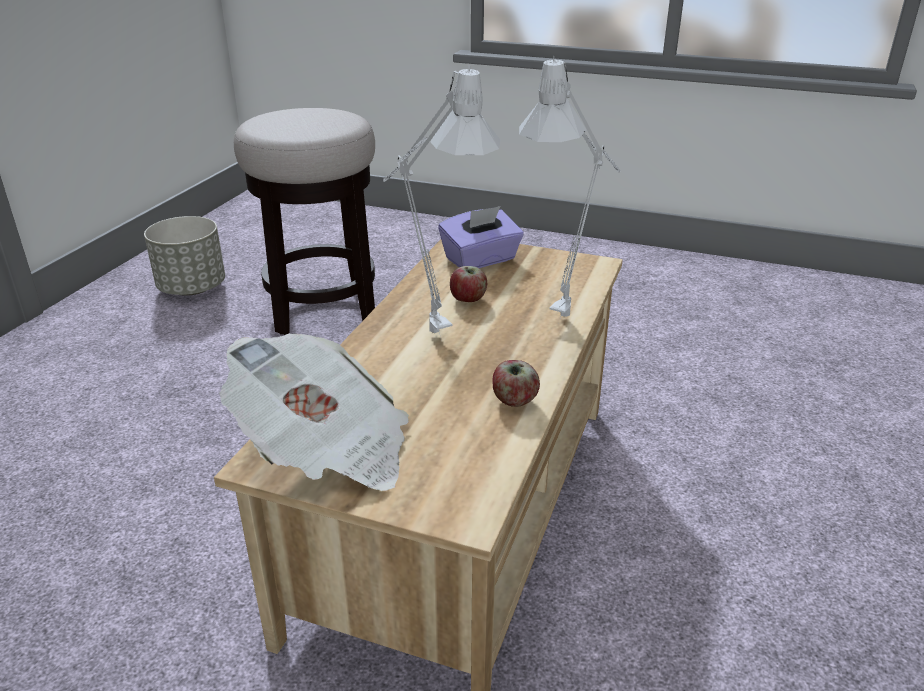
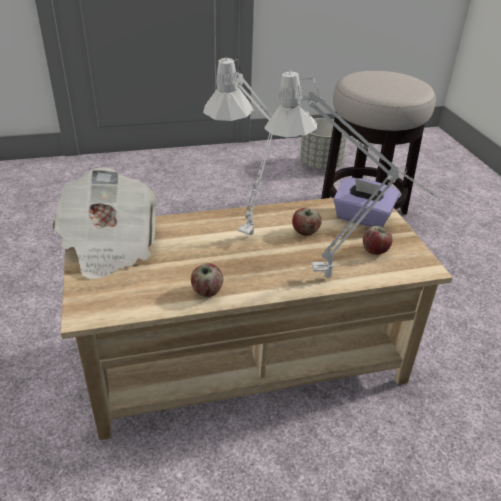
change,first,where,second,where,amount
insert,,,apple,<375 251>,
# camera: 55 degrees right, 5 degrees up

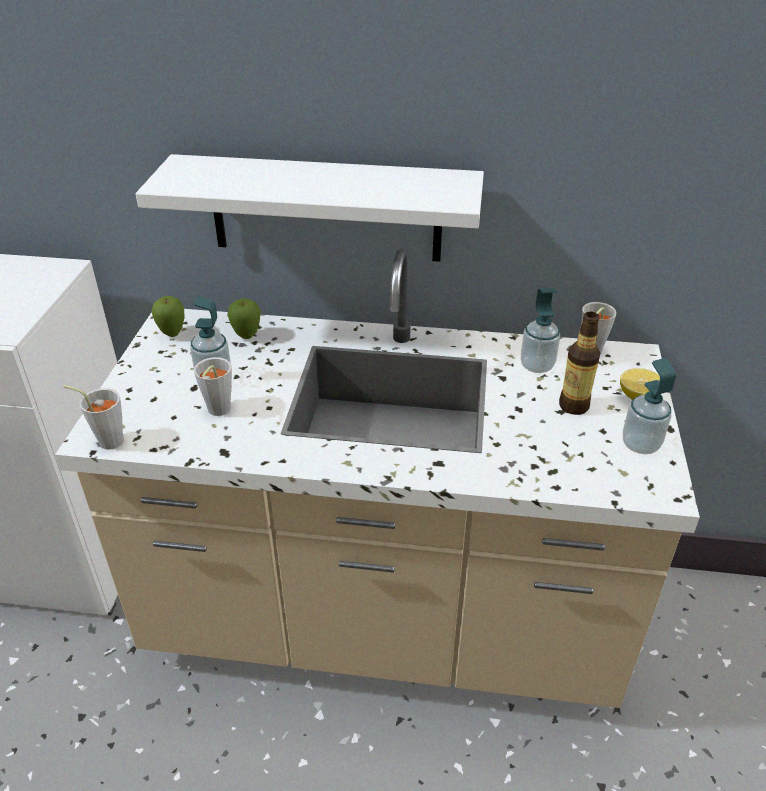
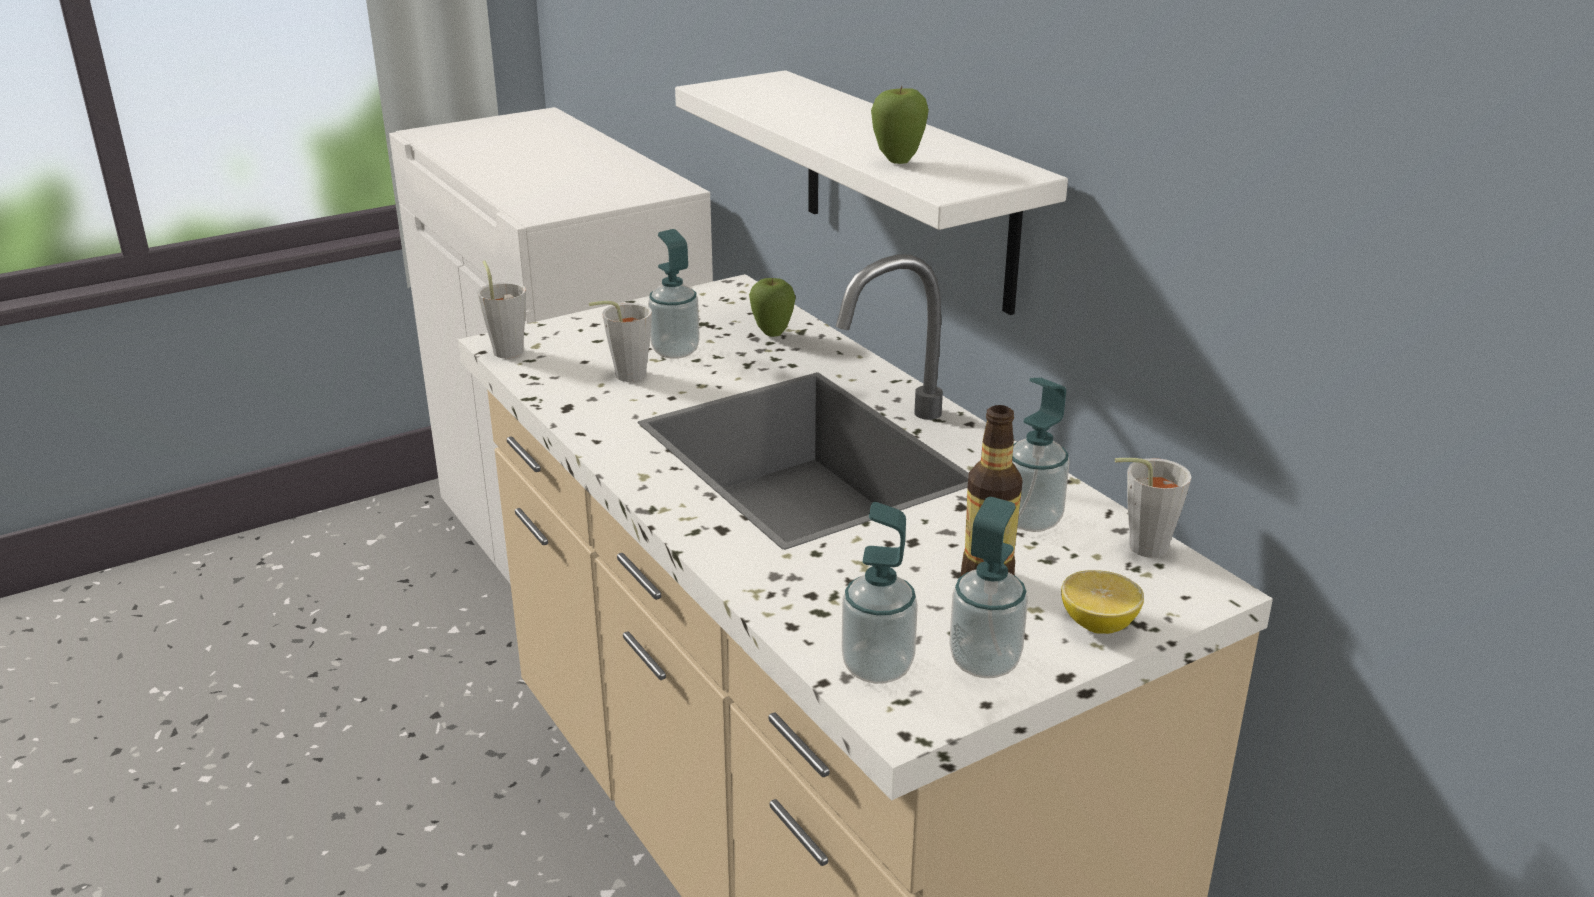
change,first,where,second,where,amount
move,apple,<172 334>,,<898 161>,
insert,,,soap dispenser,<877 668>,
# camera: 50 degrees right, 10 degrees down

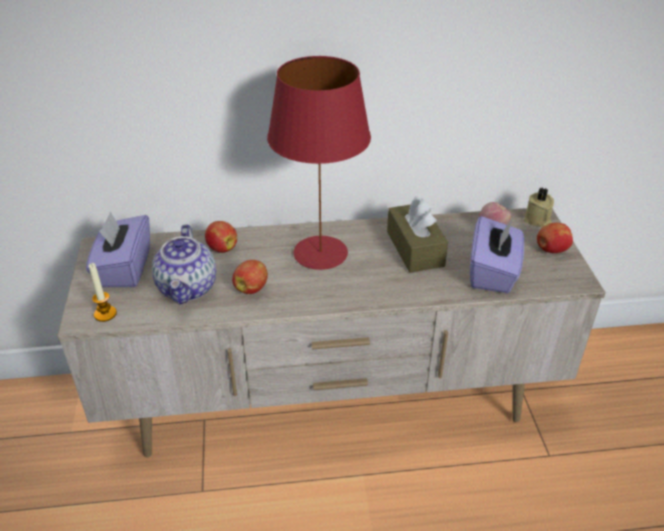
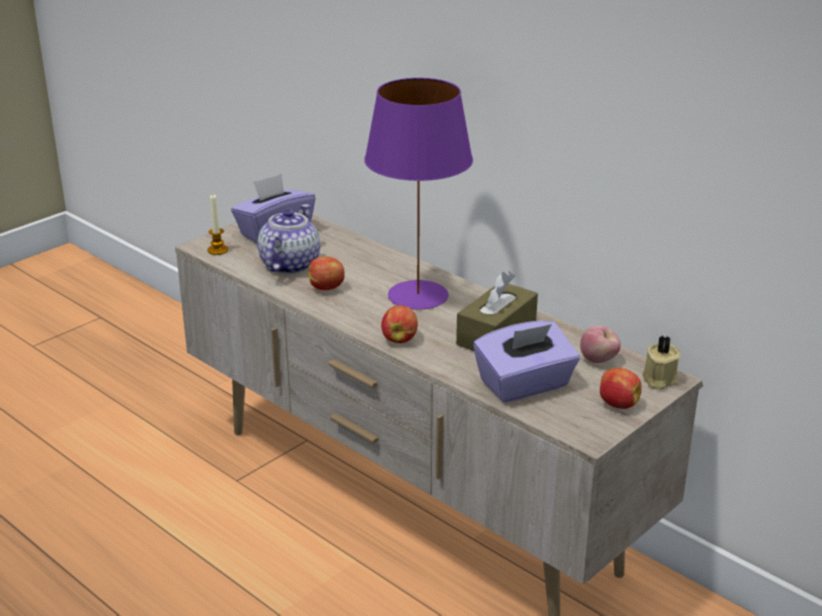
change,first,where,second,where,amount
rotate,teapot,<188 288>,,<289 264>,150 degrees clockwise
move,apple,<222 248>,,<399 339>,
recolor,table lamp (red),<321 252>,table lamp (purple),<419 295>,
# camera: 50 degrees right, 10 degrees down

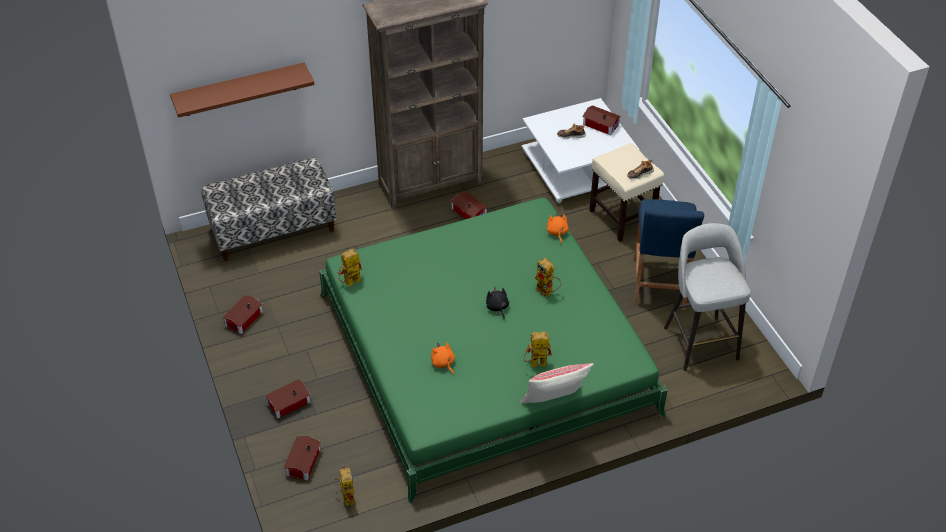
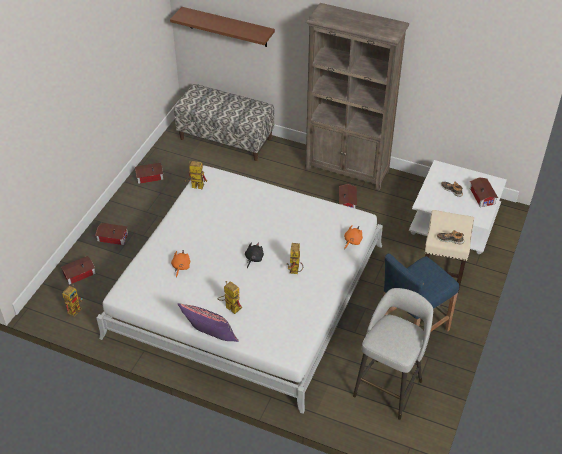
change,first,where,second,where,amount
recolor,bed (green),<485 352>,bed (white),<247 290>,
recolor,pillow (beige),<554 402>,pillow (purple),<210 338>,
# camera: 45 degrees right, 0 degrees up

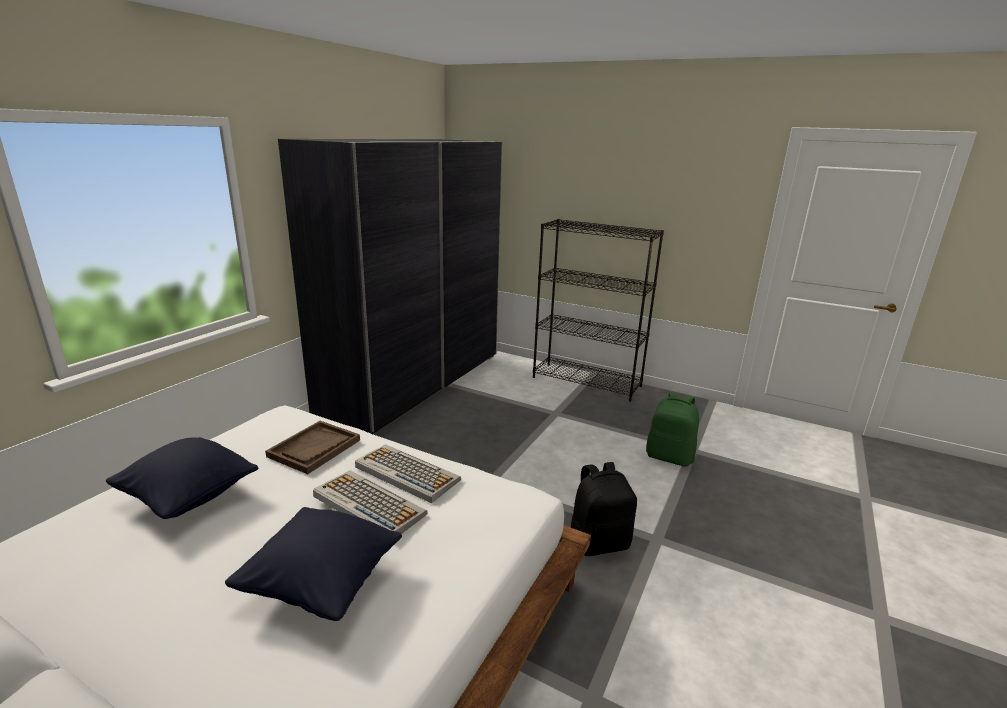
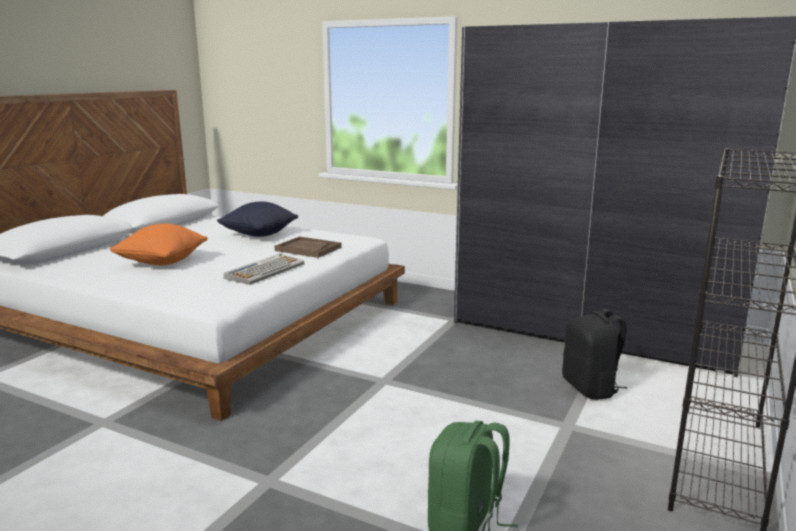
change,first,where,second,where,amount
recolor,pillow (black),<322 584>,pillow (orange),<162 262>,
delete,keyboard,<367 505>,,,
move,backpack (black),<599 542>,,<591 388>,
# camera: 90 degrees right, 5 degrees down

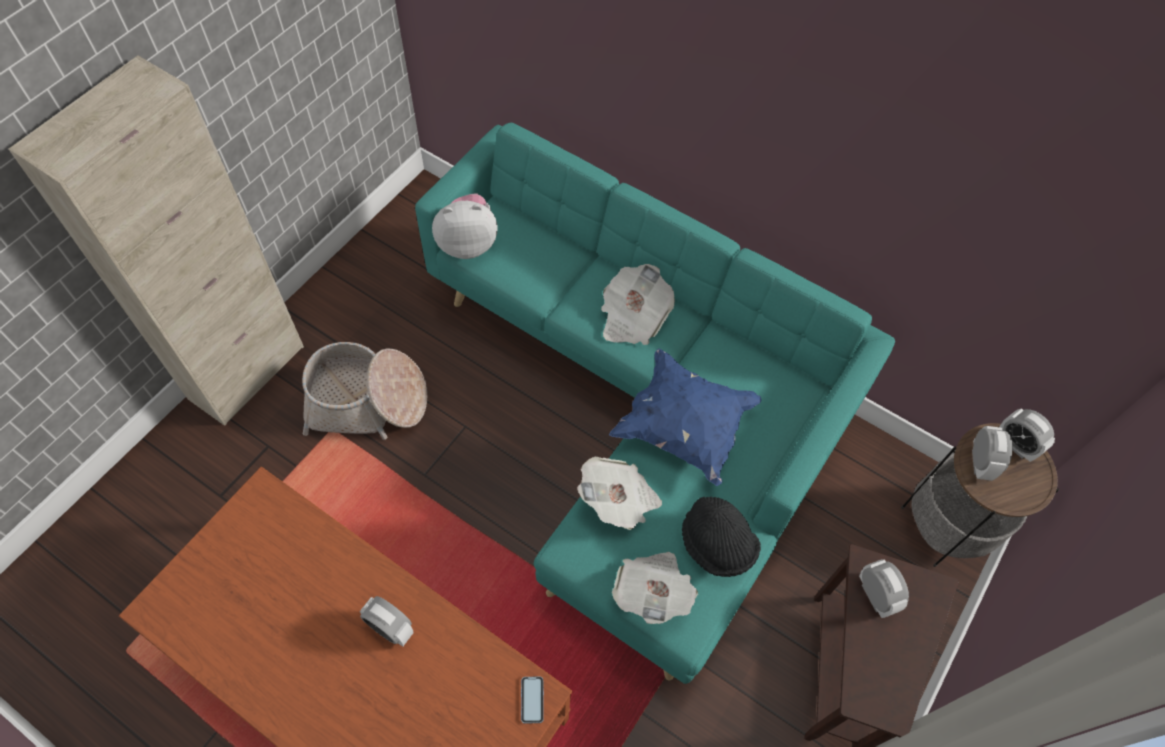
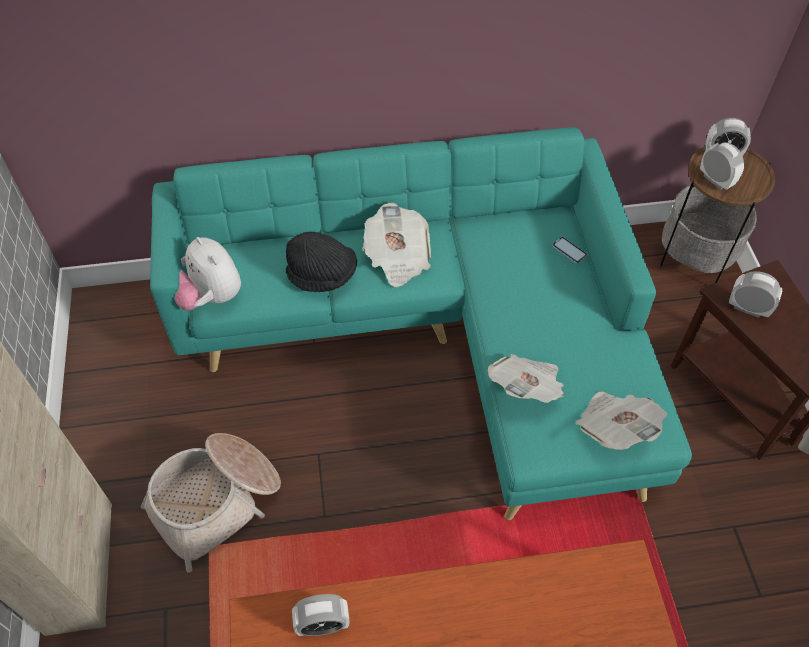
change,first,where,second,where,amount
move,alarm clock,<391 628>,,<323 625>,
rotate,plush toy,<467 243>,,<209 297>,75 degrees counterclockwise
move,phone,<532 700>,,<569 251>,
delete,pillow (blue),<683 427>,,,
move,hat (black),<717 545>,,<322 275>,
# camera: 40 degrees left, 5 degrees down

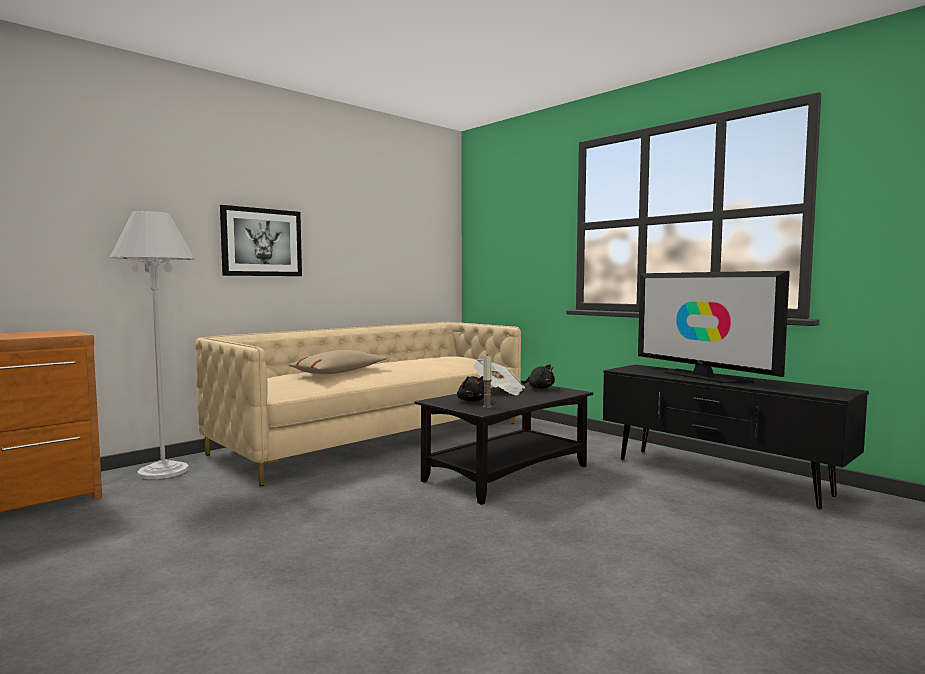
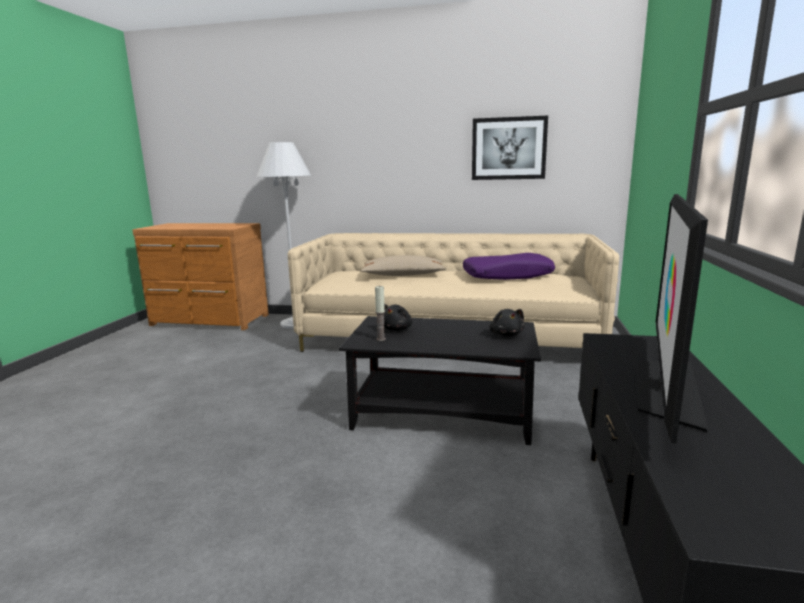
change,first,where,second,where,amount
move,picture,<262 242>,,<508 148>,
delete,newspaper,<499 391>,,,
insert,,,pillow (purple),<507 275>,
# camera: 55 degrees right, 10 degrees up

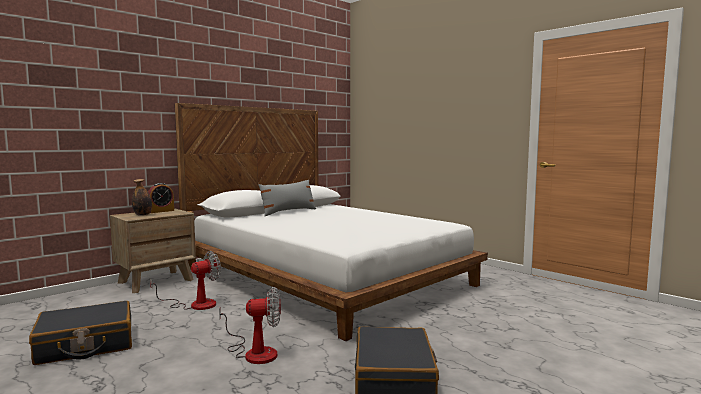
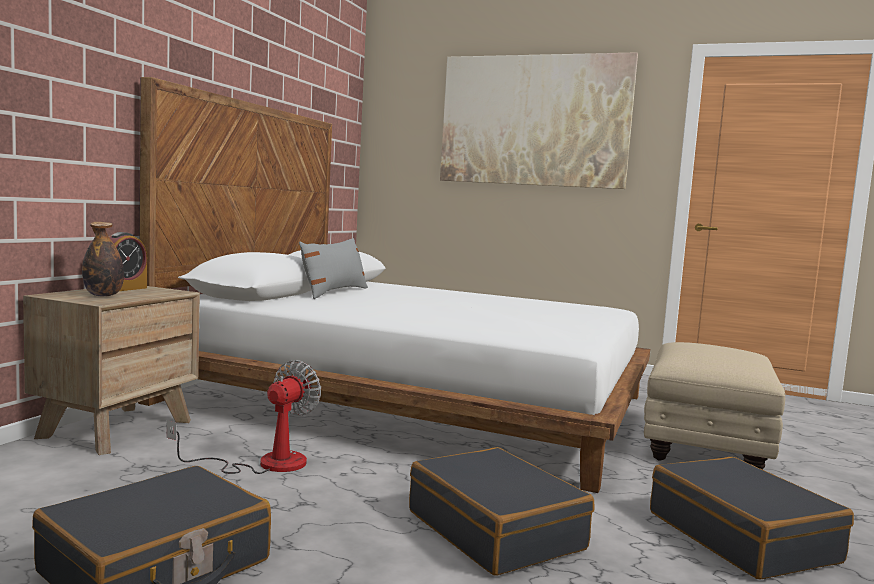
change,first,where,second,where,amount
replace,fan,<254 352>,suitcase (black),<496 530>,
insert,,,picture,<533 120>,
insert,,,ottoman (beige),<704 448>,
# camera: 25 degrees left, 0 degrees up

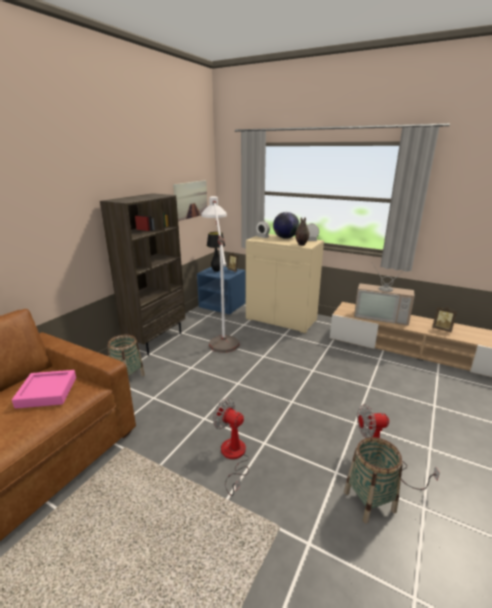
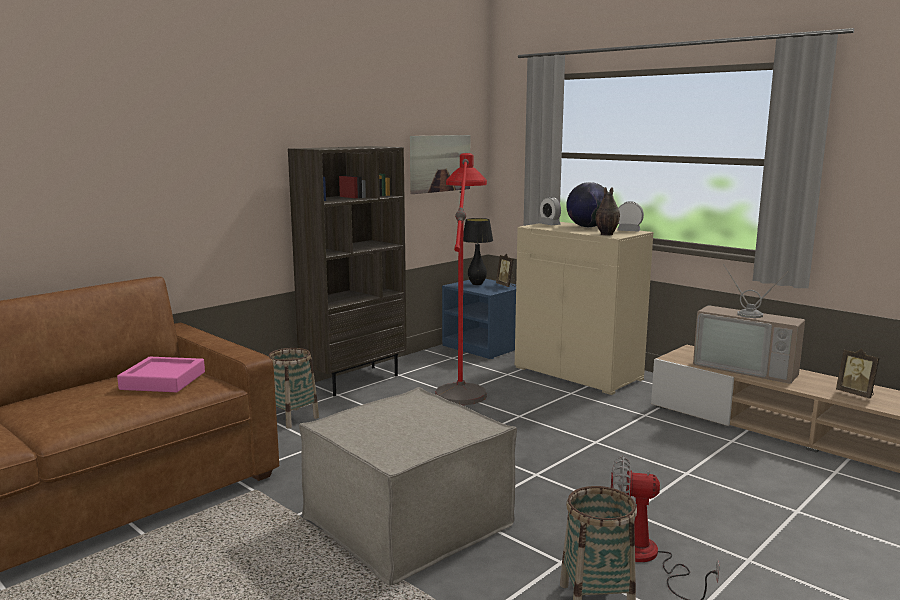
change,first,where,second,where,amount
recolor,floor lamp (white),<221 334>,floor lamp (red),<463 382>,
replace,fan,<233 457>,ottoman (beige),<407 522>,
# camera: 15 degrees right, 10 degrees down

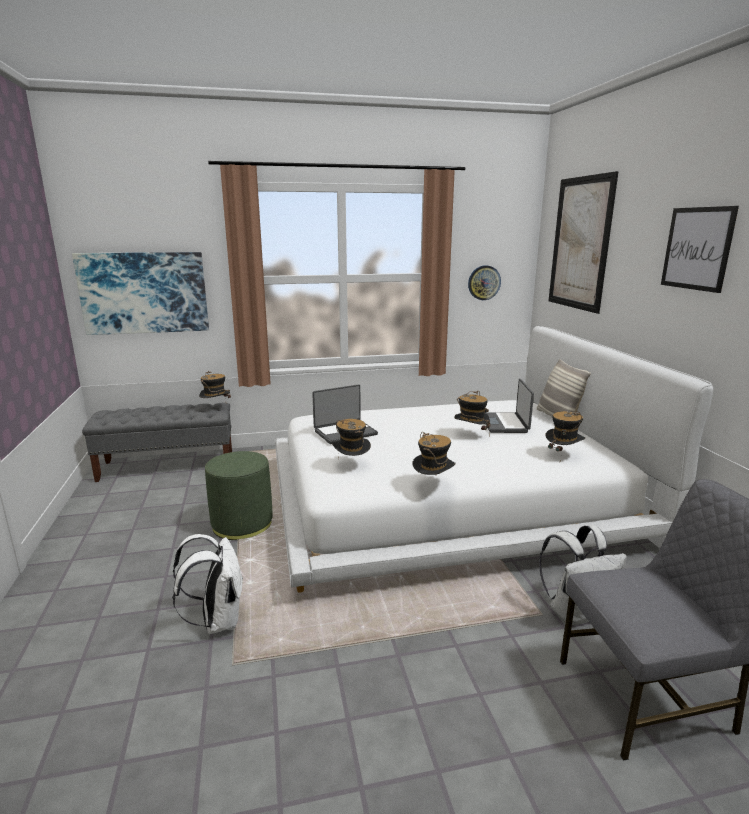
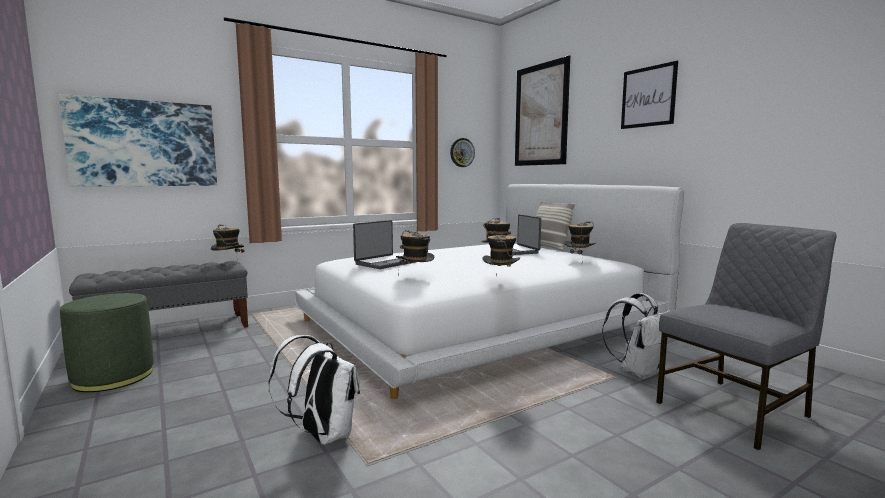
change,first,where,second,where,amount
move,ottoman (green),<242 524>,,<113 377>,
# camera: 20 degrees left, 10 degrees down

